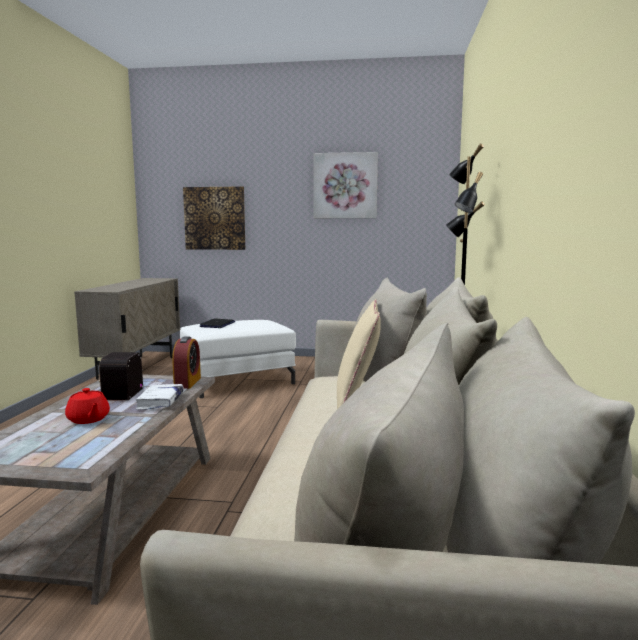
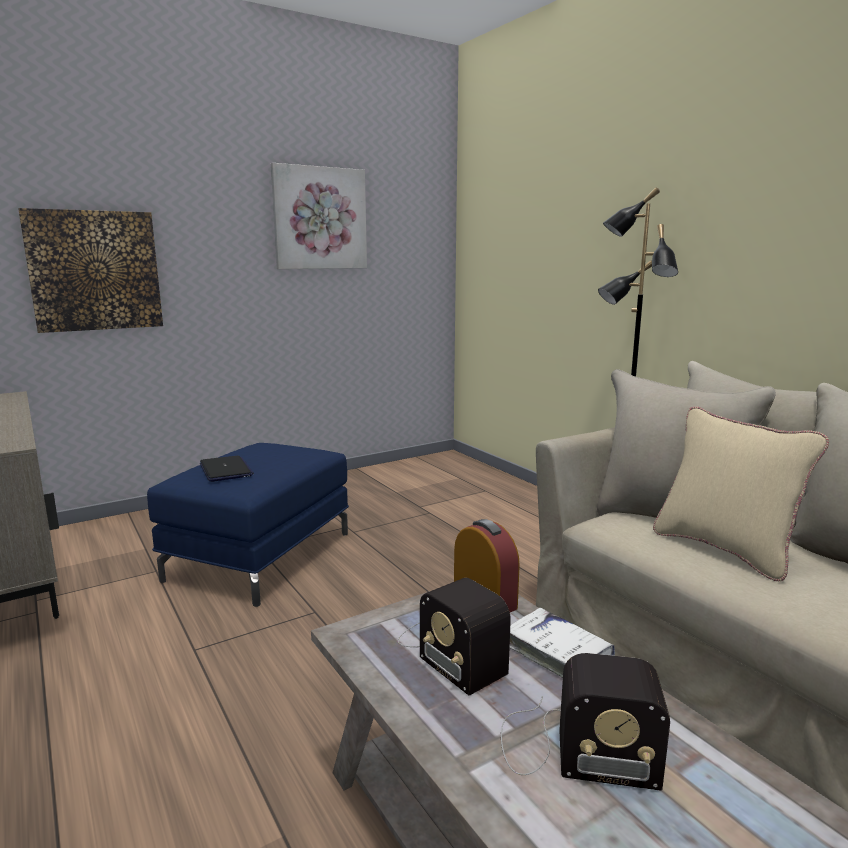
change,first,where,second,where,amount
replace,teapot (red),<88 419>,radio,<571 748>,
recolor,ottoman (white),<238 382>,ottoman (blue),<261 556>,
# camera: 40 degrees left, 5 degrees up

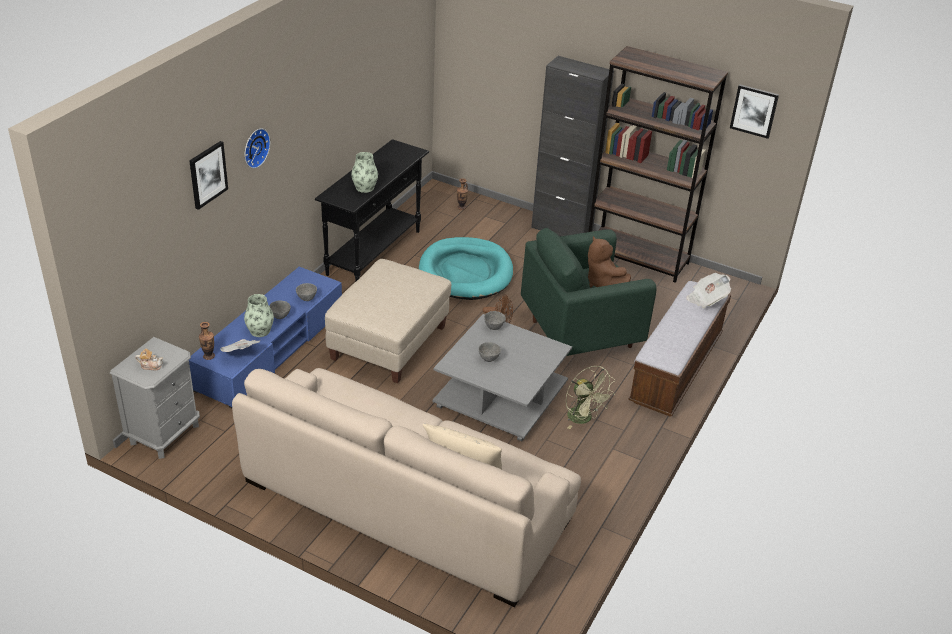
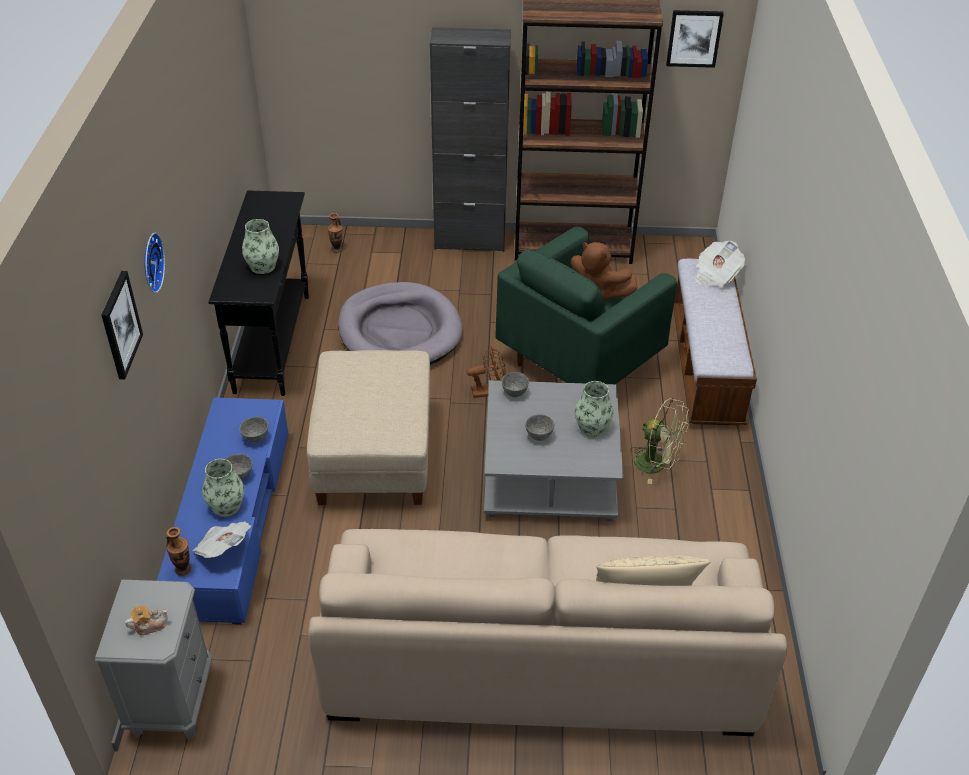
change,first,where,second,where,amount
recolor,dog bed (turquoise),<465 272>,dog bed (grey),<399 331>,
insert,,,vase,<592 427>,
# camera: 25 degrees left, 5 degrees up

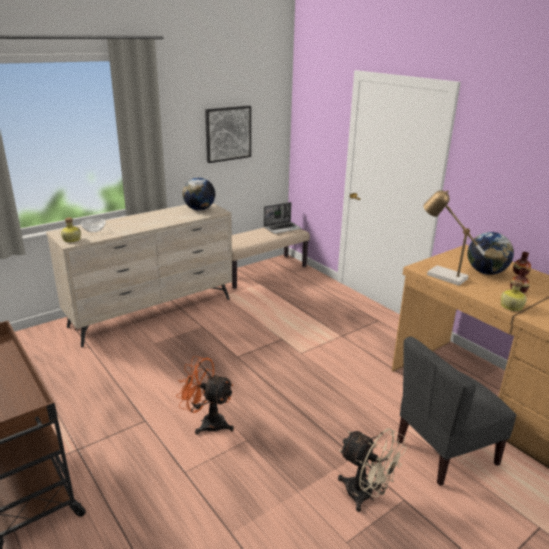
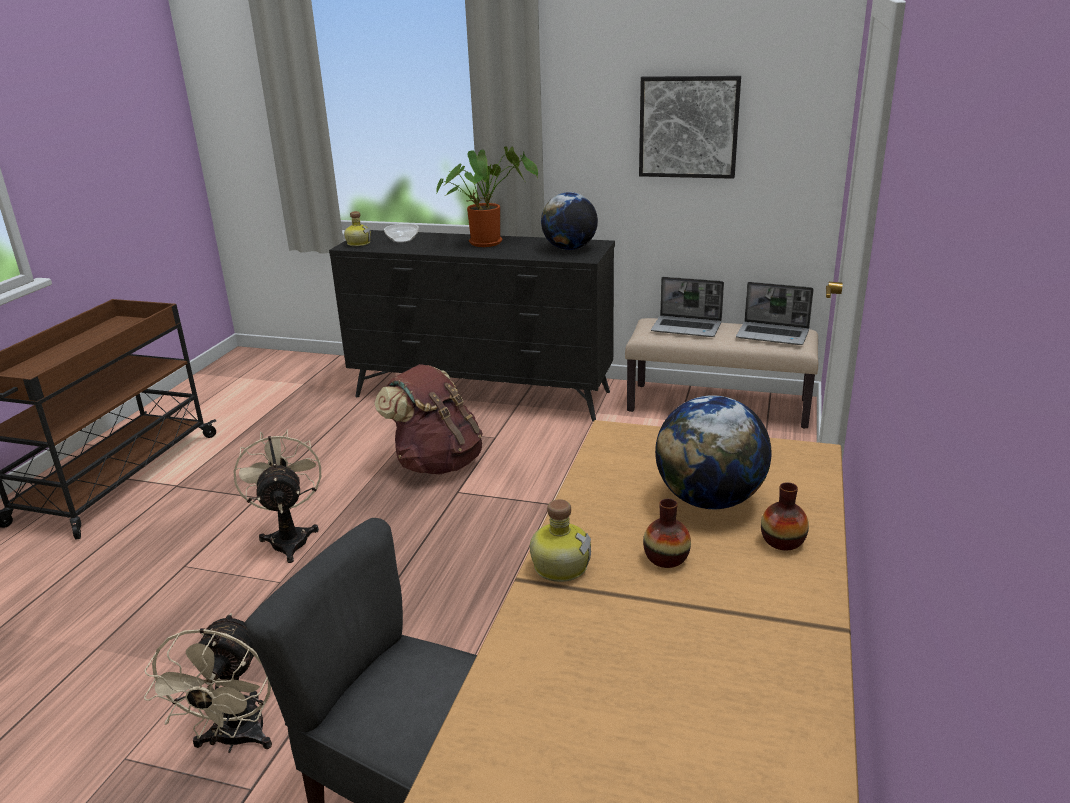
change,first,where,second,where,amount
recolor,dresser (beige),<153 312>,dresser (black),<482 395>,
recolor,fan (orange),<207 422>,fan (beige),<289 537>,
delete,table lamp,<441 275>,,,
insert,,,backpack (brown),<437 463>,
insert,,,potted plant,<489 242>,
insert,,,laptop,<687 328>,
# camera: 55 degrees right, 0 degrees up

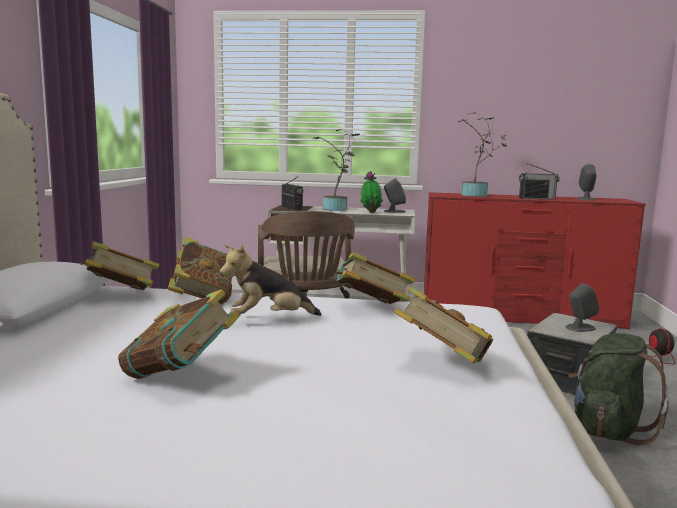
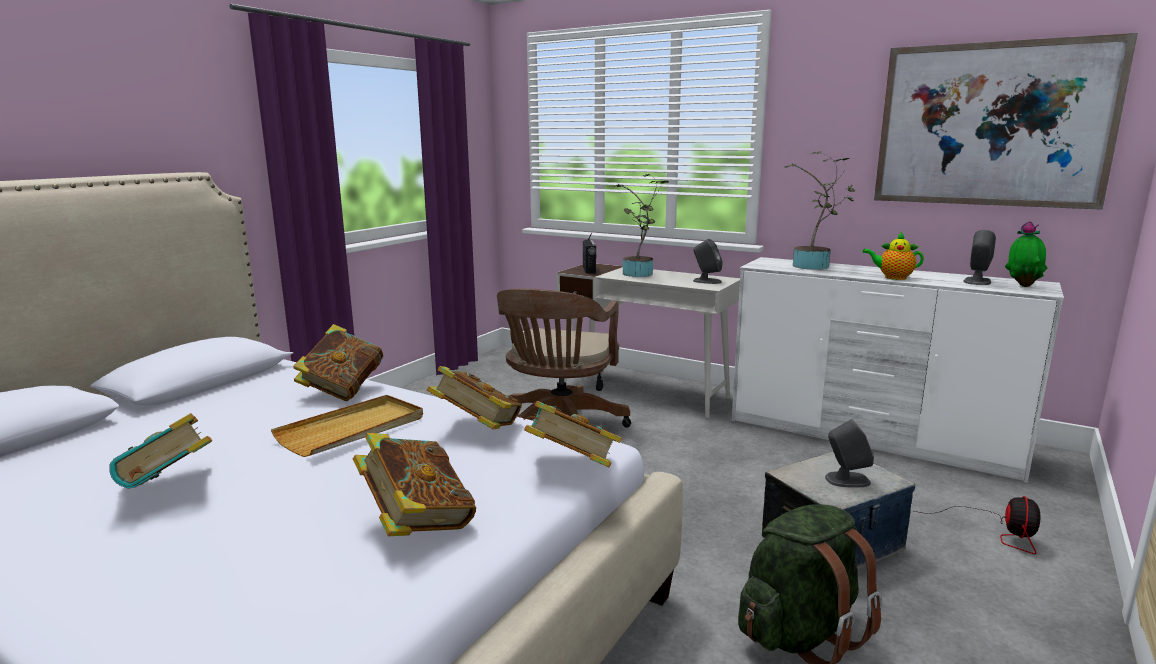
change,first,where,second,where,amount
move,book,<120 295>,,<570 468>,
replace,plush toy,<268 319>,tray (beige),<352 429>,
move,potted plant,<371 212>,,<1022 285>,
recolor,dresser (red),<521 317>,dresser (white),<871 437>,
replace,radio,<537 198>,teapot,<892 277>,
insert,,,picture,<992 125>,
# camera: 25 degrees right, 5 degrees up

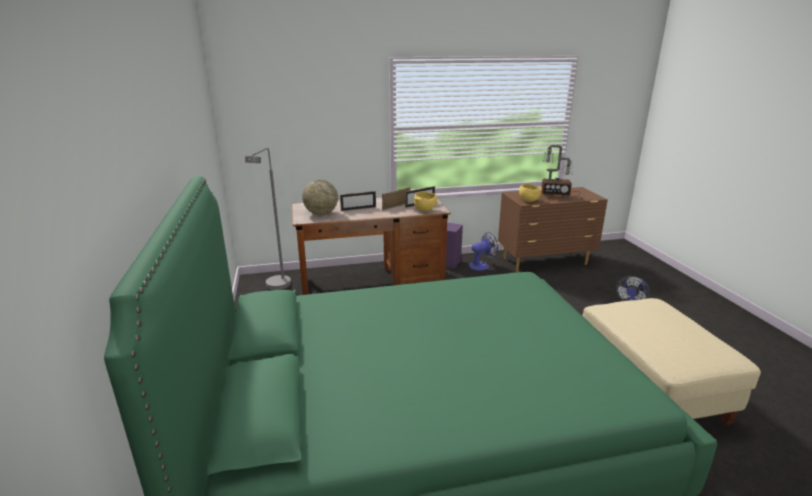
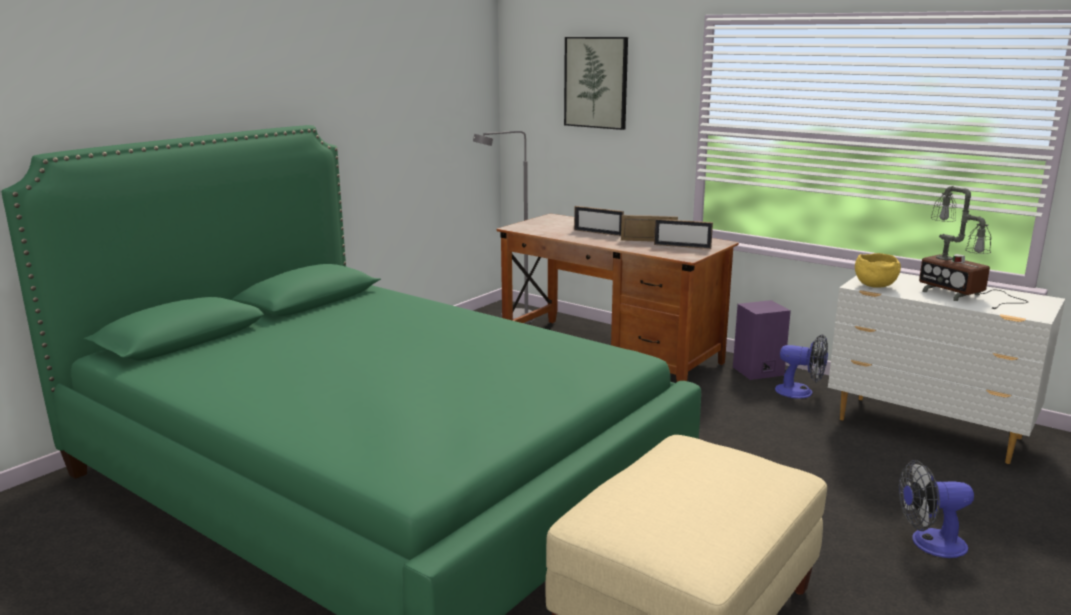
change,first,where,second,where,amount
delete,globe,<321 214>,,,
delete,bowl (yellow),<425 210>,,,
recolor,dresser (brown),<546 262>,dresser (white),<929 430>,
insert,,,picture,<596 82>,
# camera: 50 degrees right, 5 degrees down

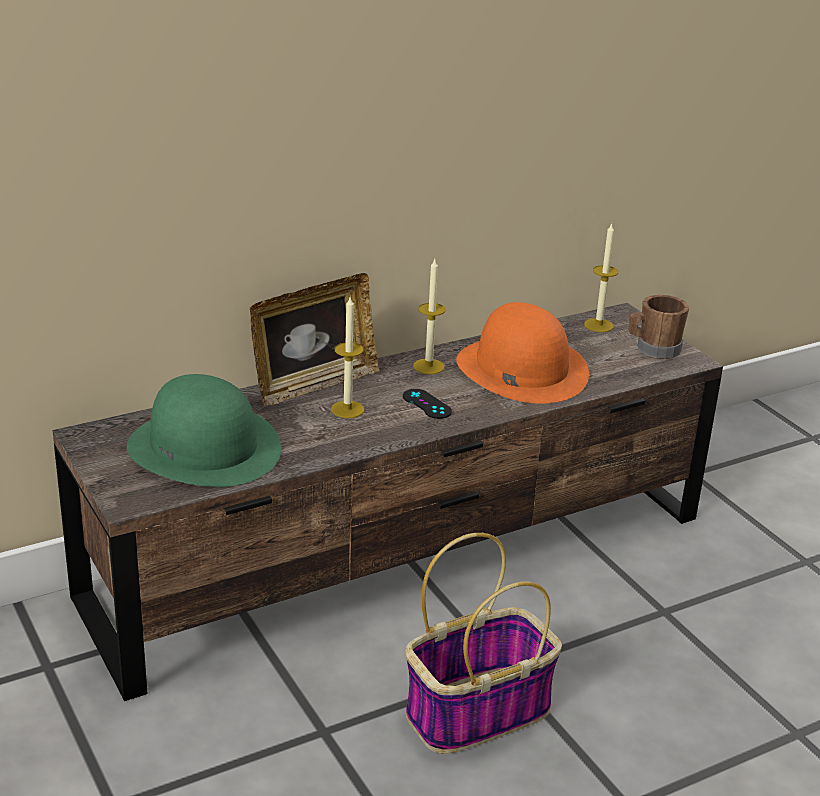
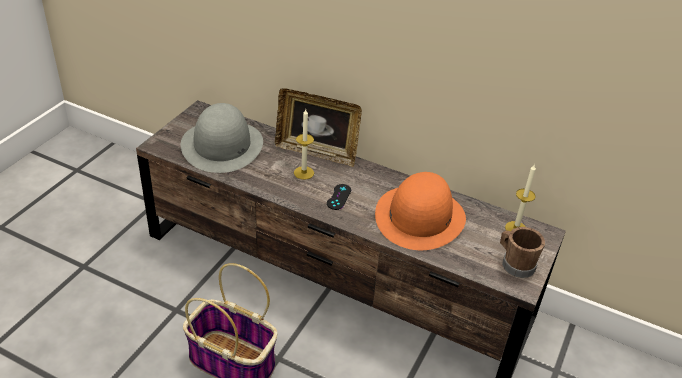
change,first,where,second,where,amount
recolor,hat (green),<205 447>,hat (grey),<222 145>,
delete,candle,<428 366>,,,
# camera: 55 degrees right, 10 degrees up

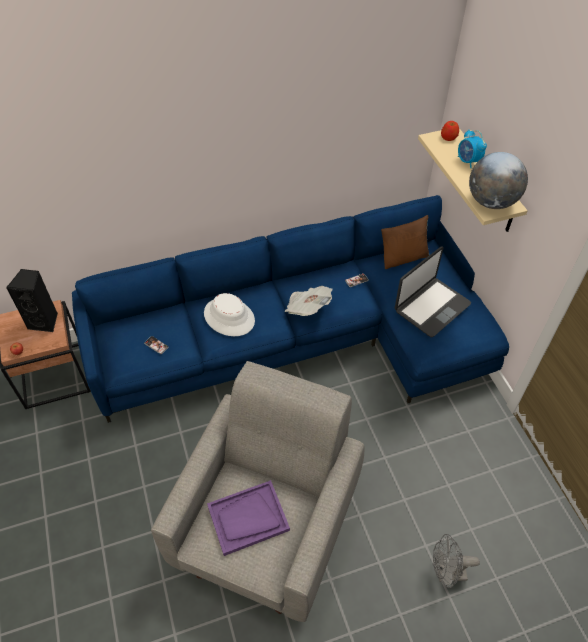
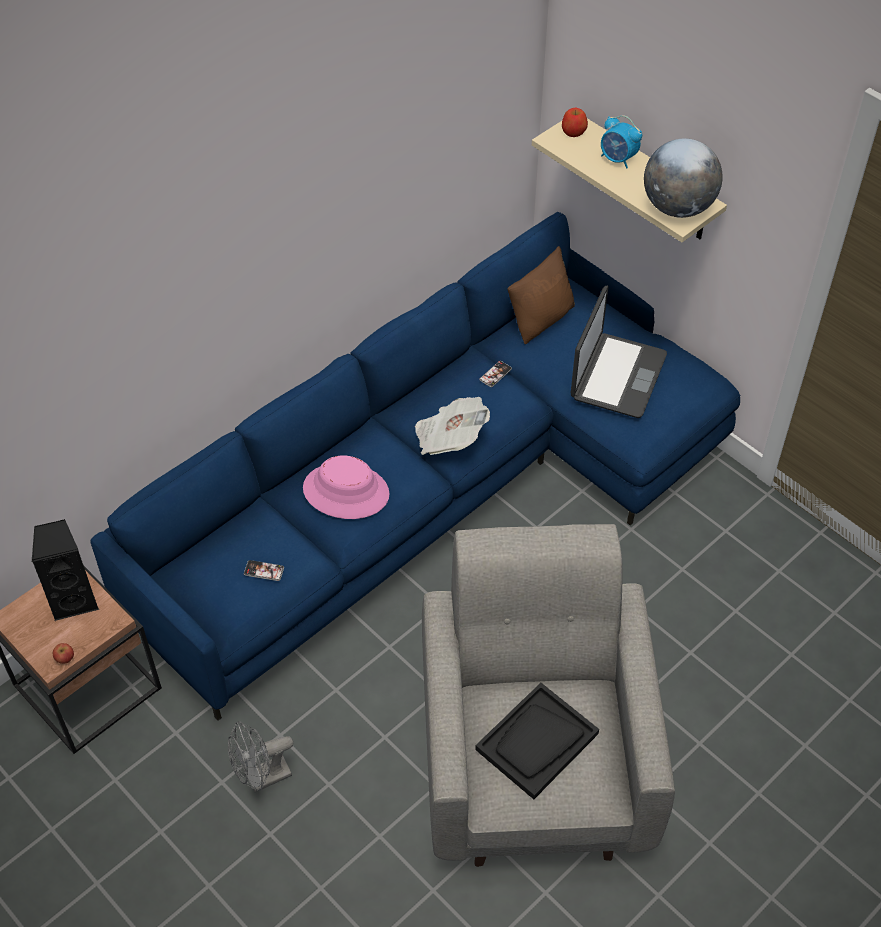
change,first,where,second,where,amount
recolor,hat (white),<229 317>,hat (pink),<346 491>,
recolor,tray (purple),<248 518>,tray (black),<537 742>,
move,fan (grey),<446 573>,,<262 778>,
# camera: 25 degrees left, 0 degrees up

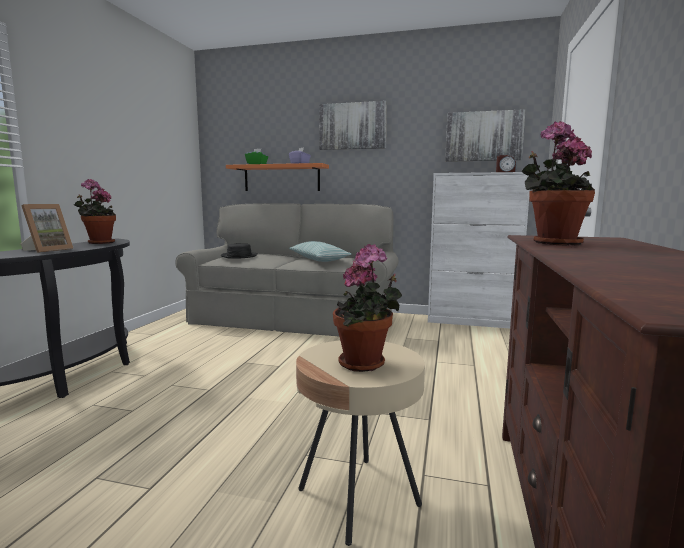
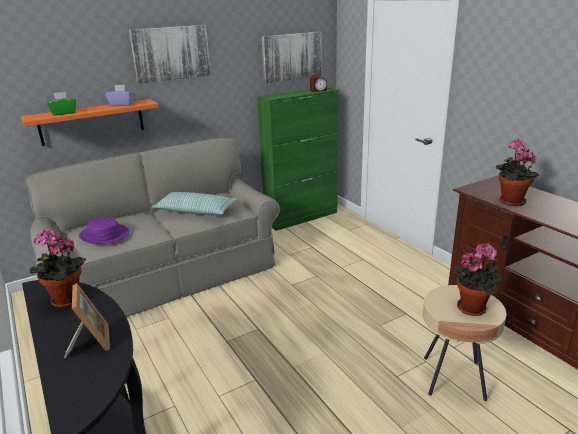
change,first,where,second,where,amount
recolor,hat (black),<239 256>,hat (purple),<104 235>,
recolor,cabinet (white),<472 322>,cabinet (green),<301 217>,
# camera: 45 degrees left, 15 degrees up

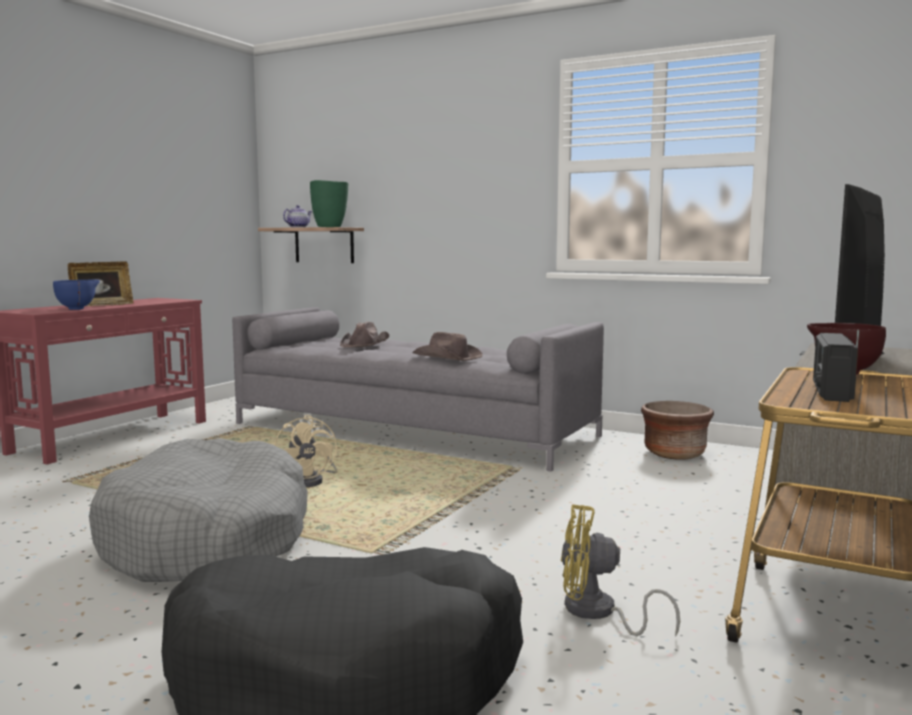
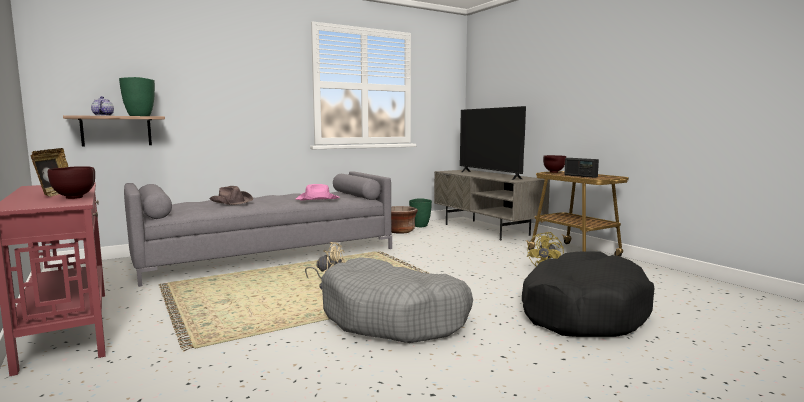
change,first,where,second,where,amount
recolor,bowl (blue),<78 309>,bowl (brown),<75 197>,
recolor,hat (brown),<448 357>,hat (pink),<318 199>,
insert,,,vase (green),<420 226>,
# camera: 60 degrees left, 0 degrees up

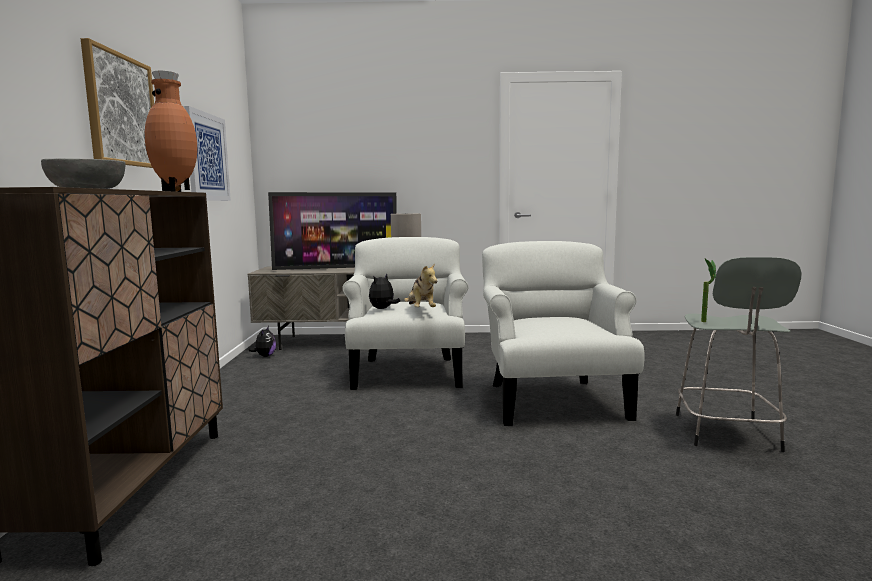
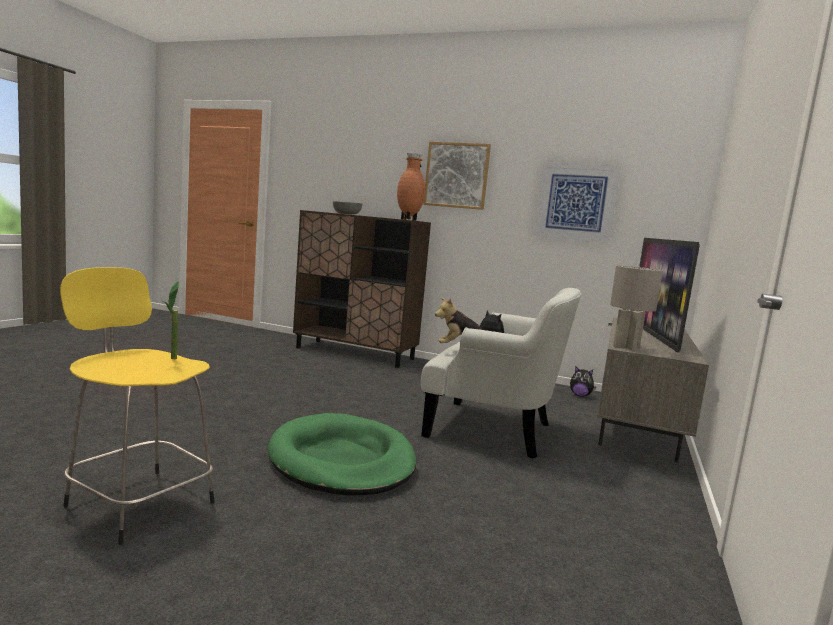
change,first,where,second,where,amount
replace,armchair (white),<552 399>,dog bed (green),<342 460>,
recolor,stool (grey),<726 433>,stool (yellow),<138 502>,
# camera: 110 degrees right, 0 degrees up

